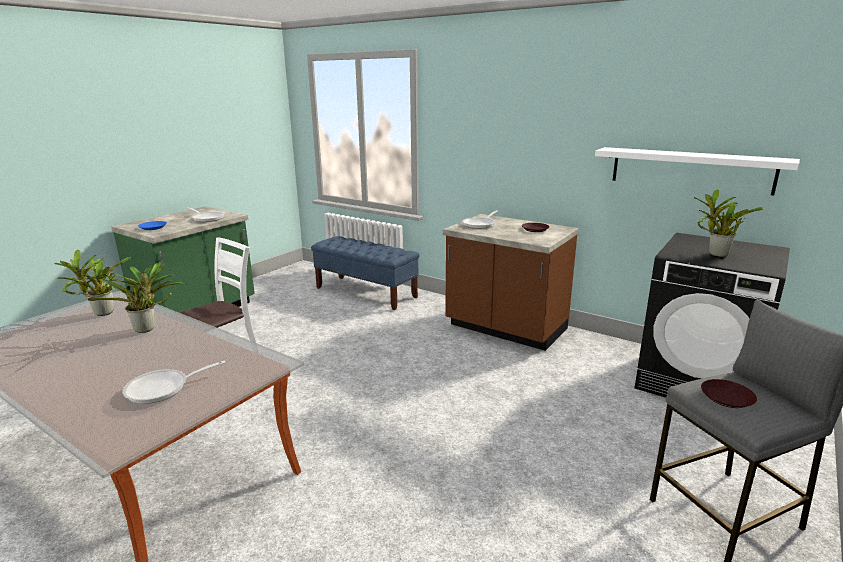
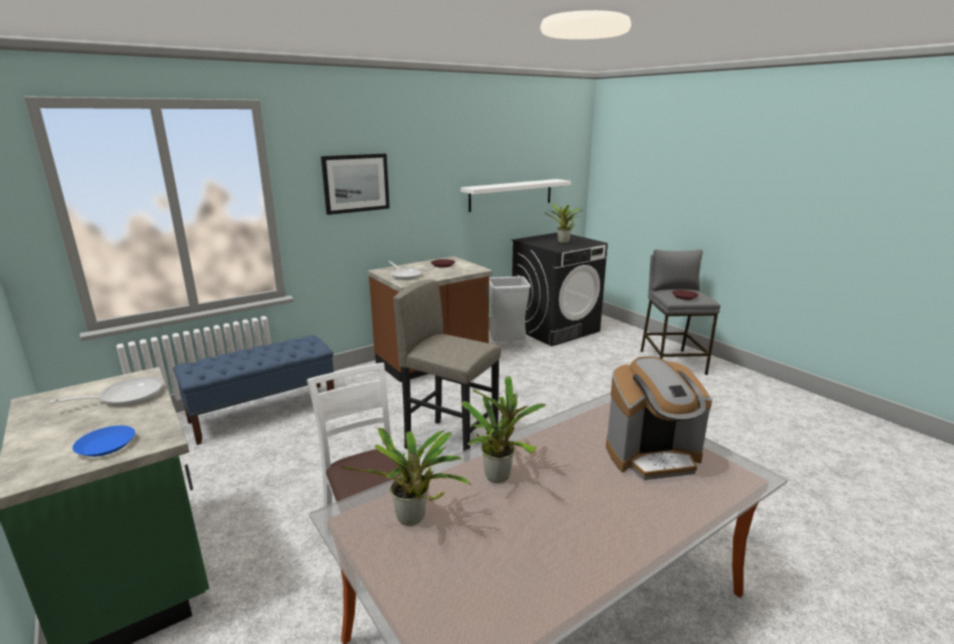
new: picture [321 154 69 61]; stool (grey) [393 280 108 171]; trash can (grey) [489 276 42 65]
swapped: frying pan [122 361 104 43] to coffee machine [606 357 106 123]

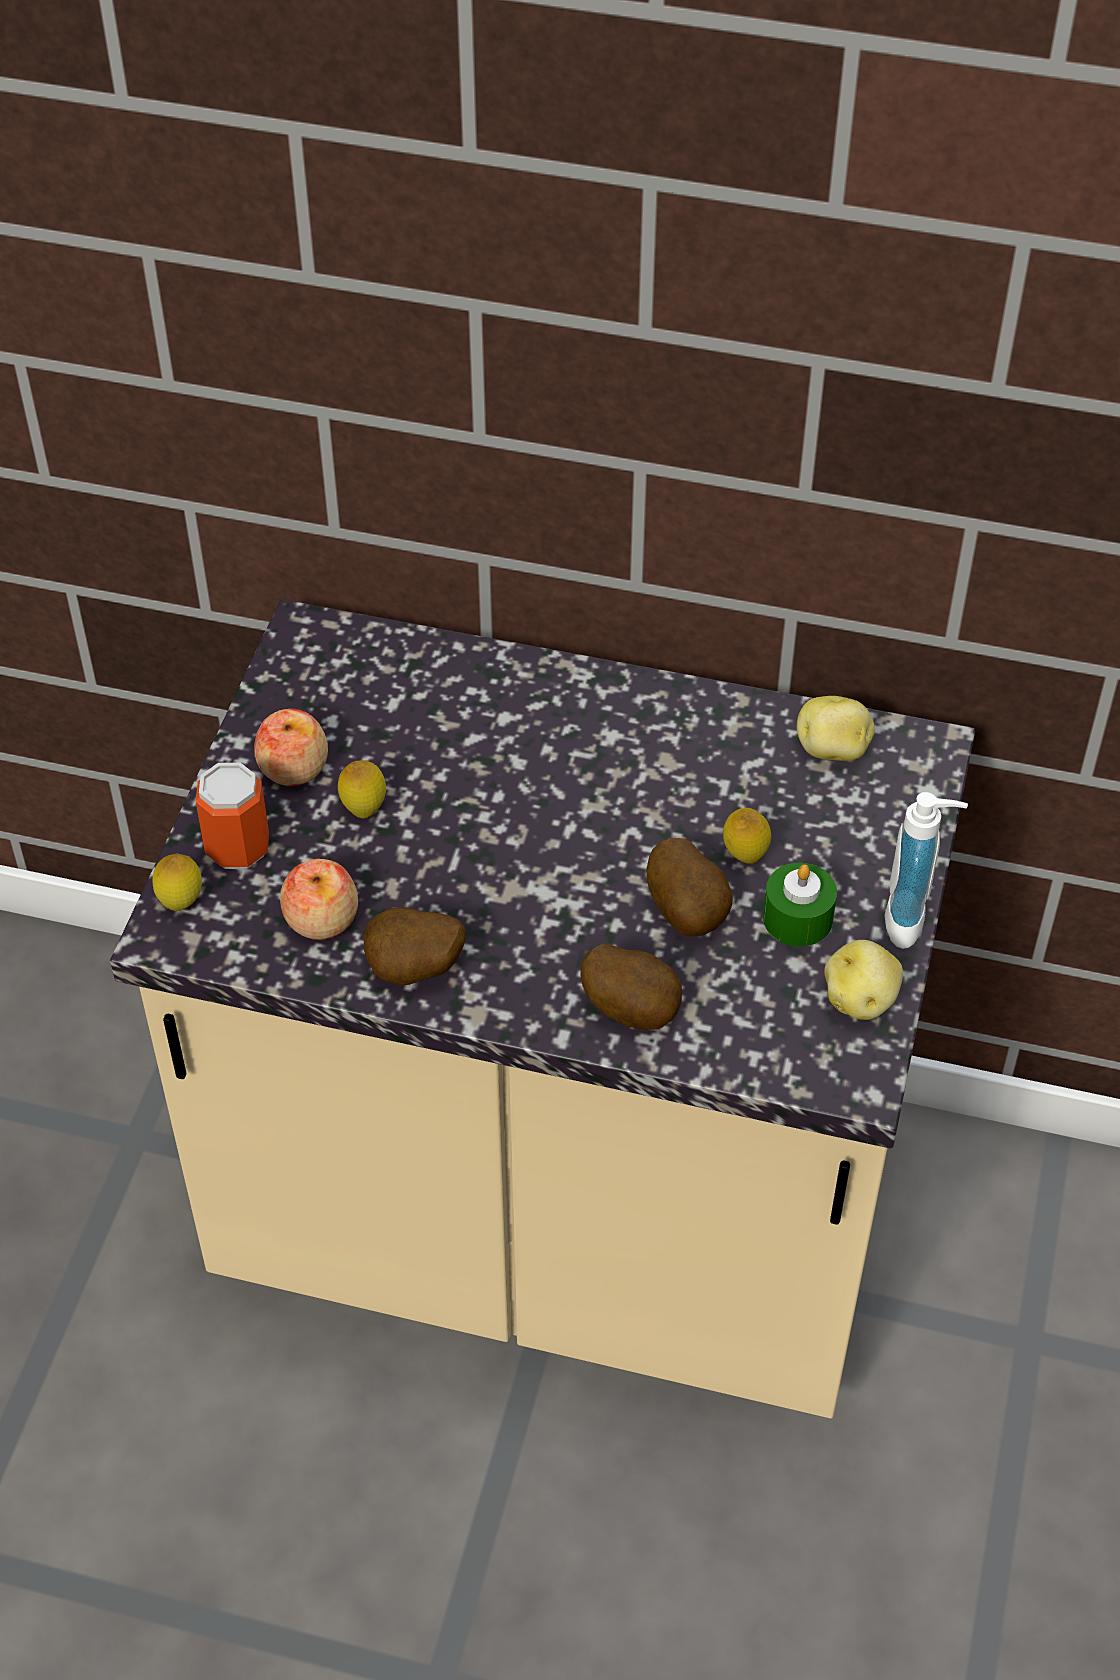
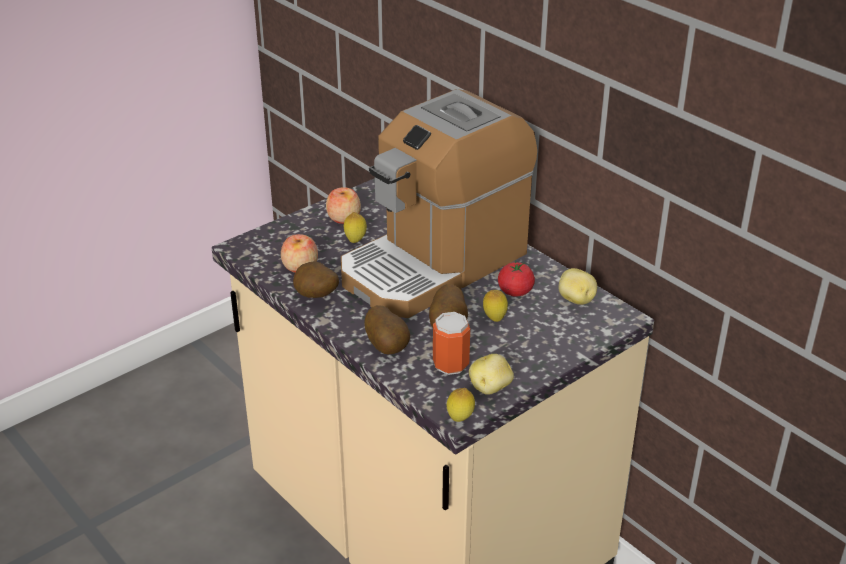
gone: candle (green) [763 863 74 84]; soap dispenser [885 792 83 157]
new: coffee machine [341 89 196 229]; tomato [498 261 37 36]
shifted: can [196 763 73 106] to [433 312 37 63]; lemon [152 854 50 57] to [446 388 29 34]

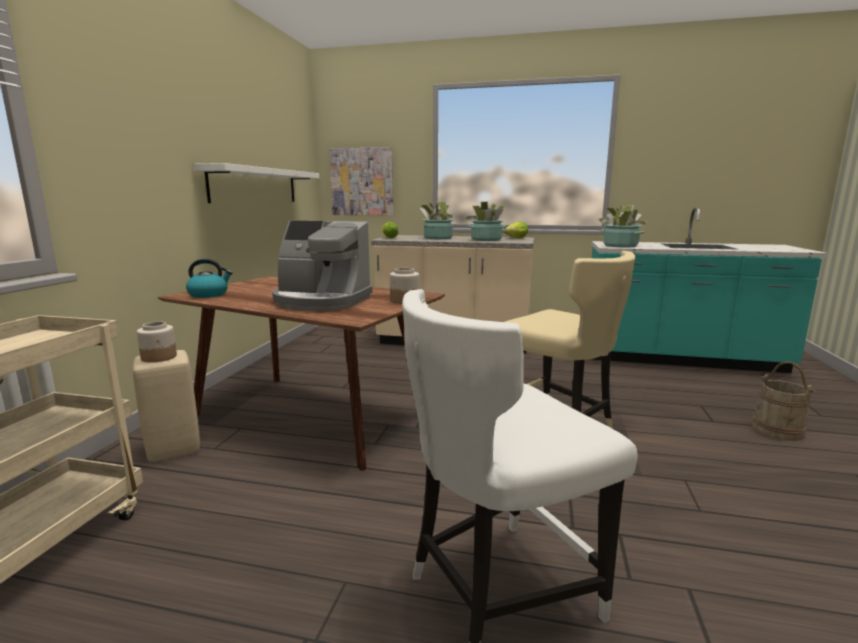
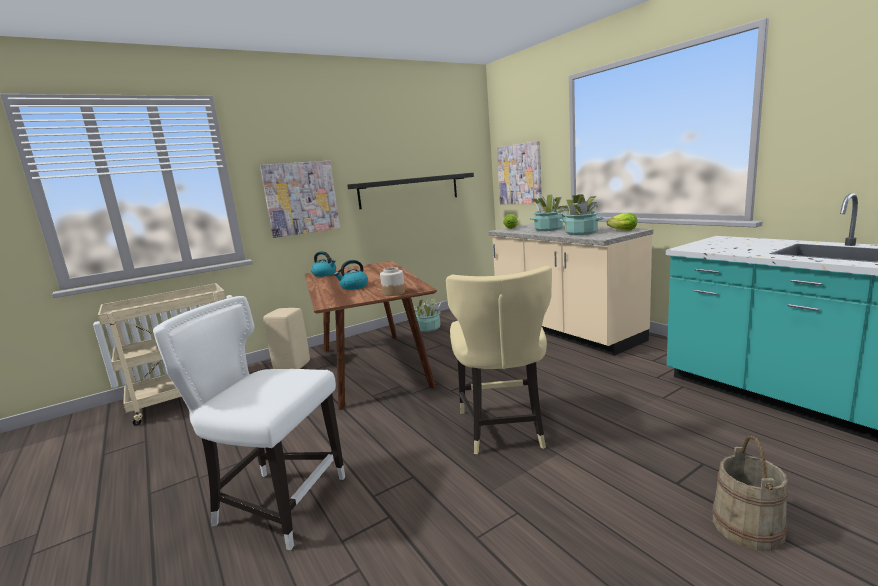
gone: jar [137 322 40 41]
new: picture [260 161 80 77]
shifted: potted plant [597 205 51 43] to [414 298 27 34]
swapped: coffee machine [272 221 100 90] to kettle [334 260 34 30]
repainted: shelf (white) [194 163 125 40] to shelf (black) [347 173 127 36]

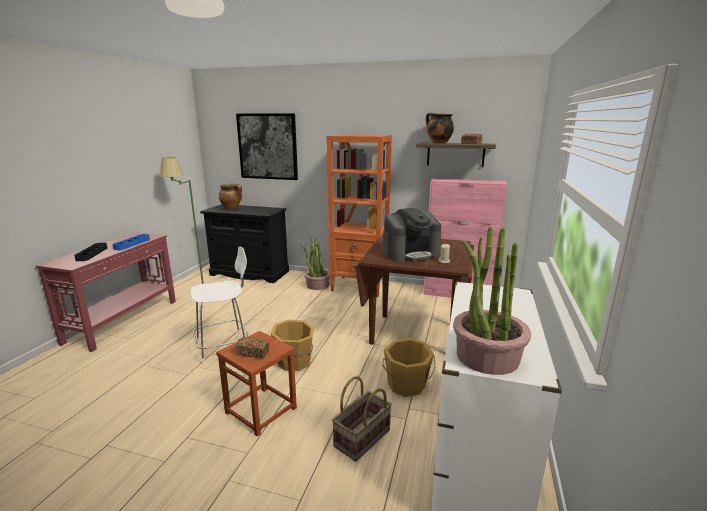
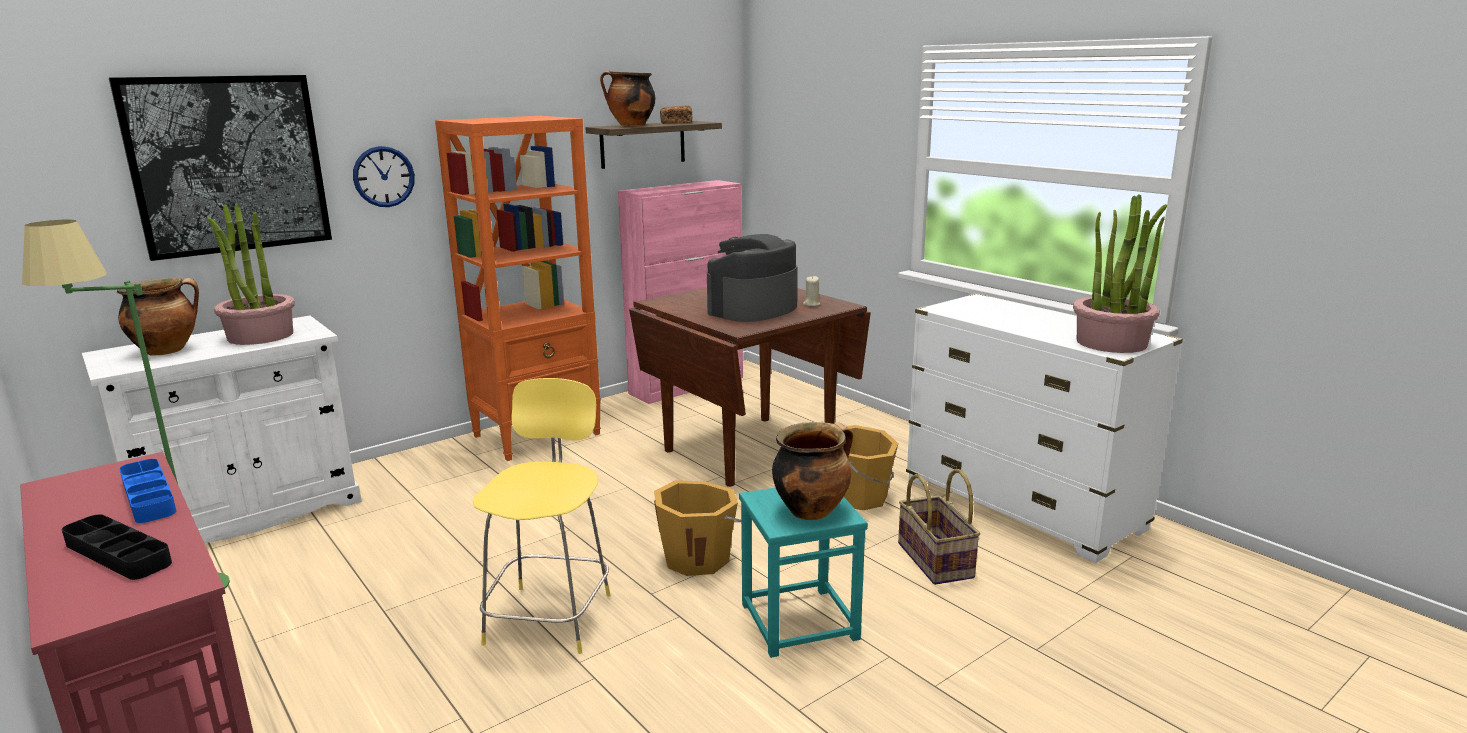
new: wall clock [353 146 62 61]
shifted: potted plant [300 238 30 52] to [207 203 88 142]
swapped: bread [235 337 34 21] to cooking pot [772 422 81 98]
repainted: cabinet (black) [200 204 89 79] to cabinet (white) [82 316 280 227]; stool (white) [190 246 58 119] to stool (yellow) [473 378 137 276]; stool (brown) [216 331 81 106] to stool (turquoise) [739 488 129 170]
rotated: coffee machine [383 208 58 54] = [707 234 90 88] 150 degrees counterclockwise

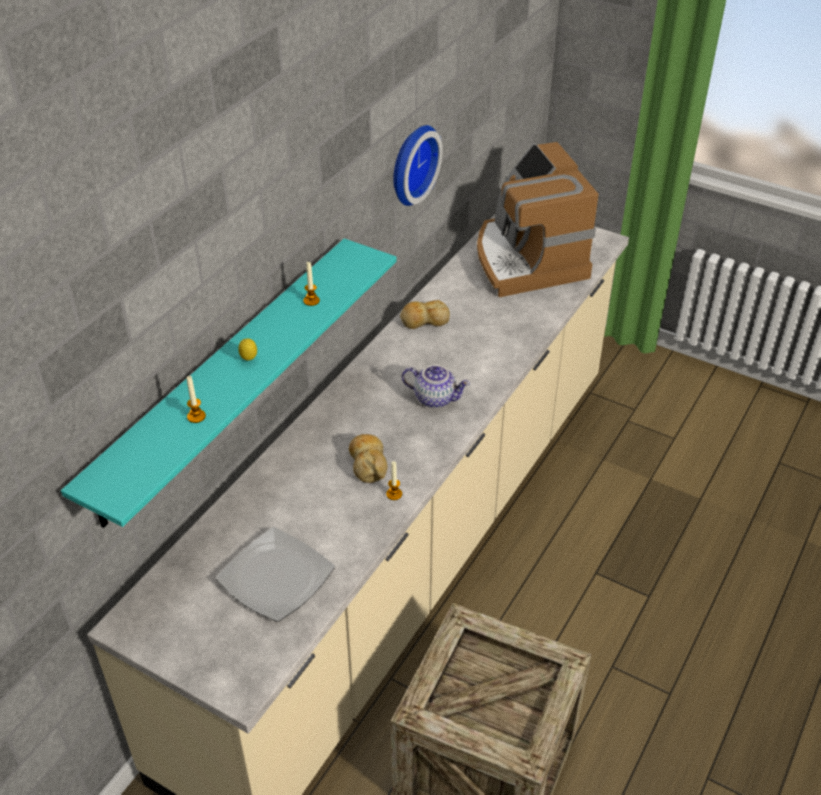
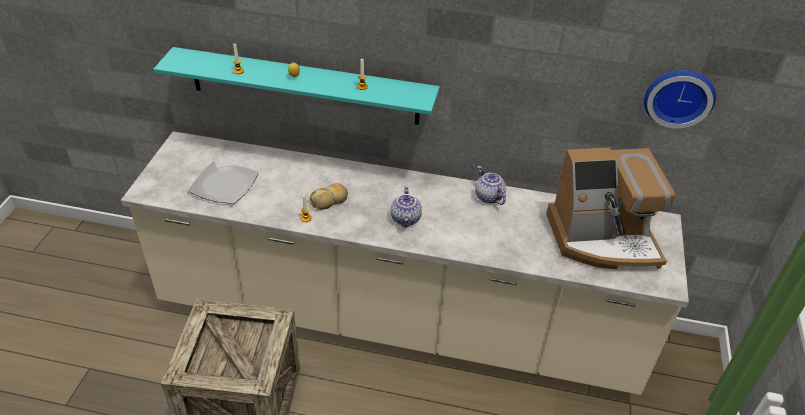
shifted: wall clock [393 125 50 81] to [644 70 72 59]
swapped: bread [400 300 50 29] to teapot [475 166 31 39]
rotated: coffee machine [477 142 122 155] = [546 148 129 121] 150 degrees counterclockwise

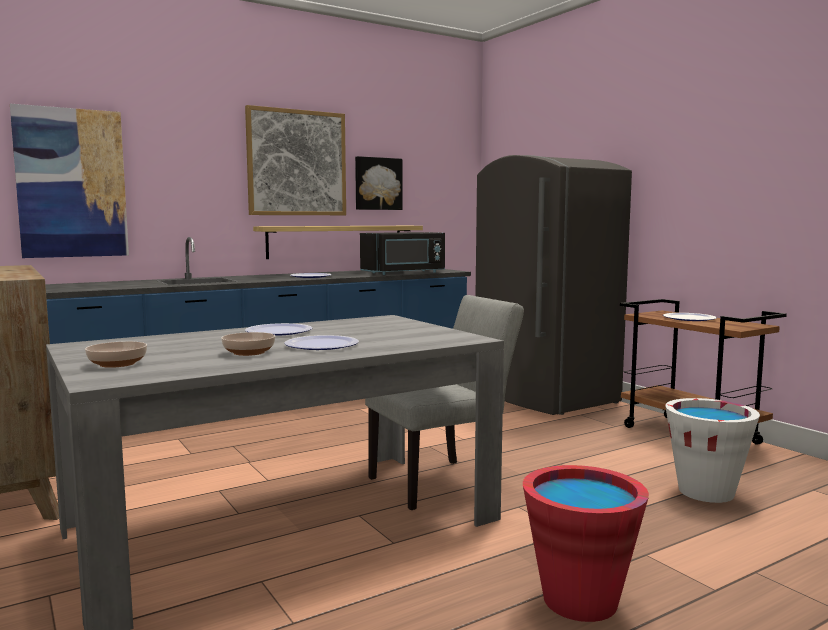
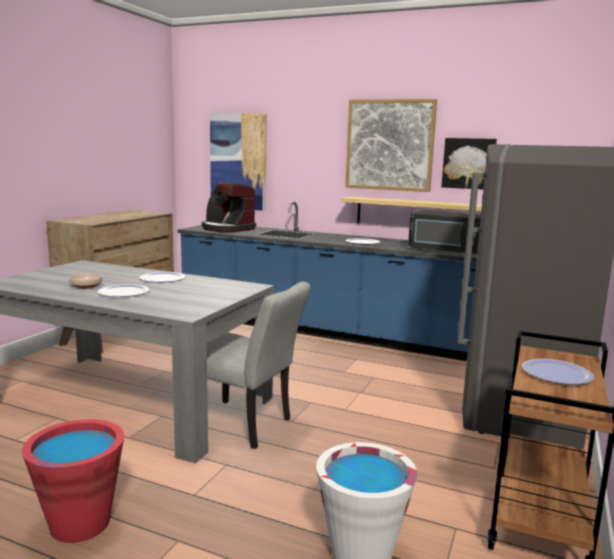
gone: bowl [85 341 62 27]
new: coffee machine [202 182 54 51]

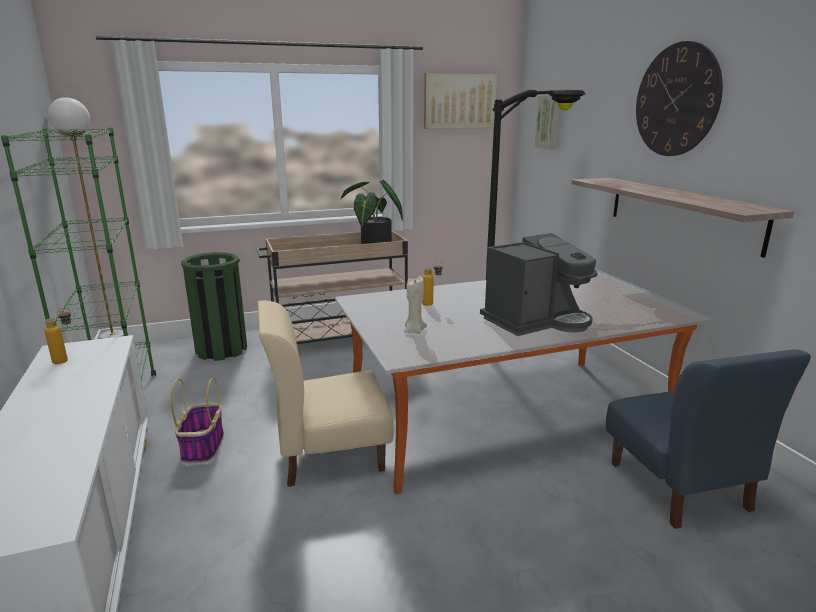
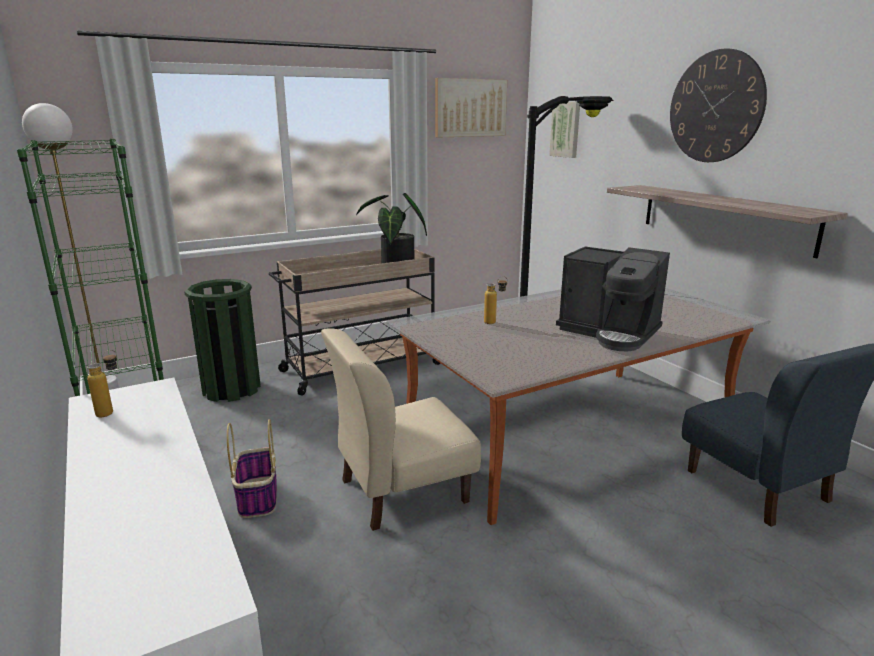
gone: candle (beige) [404 276 23 58]
rotated: coffee machine [480 233 117 103] = [556 247 114 104] 75 degrees clockwise

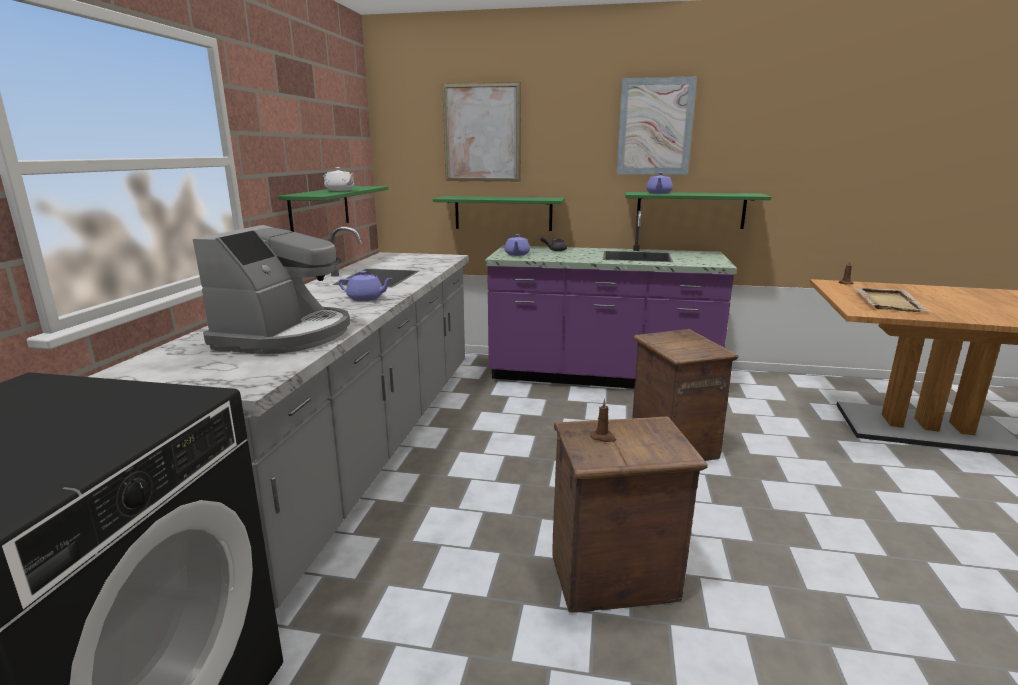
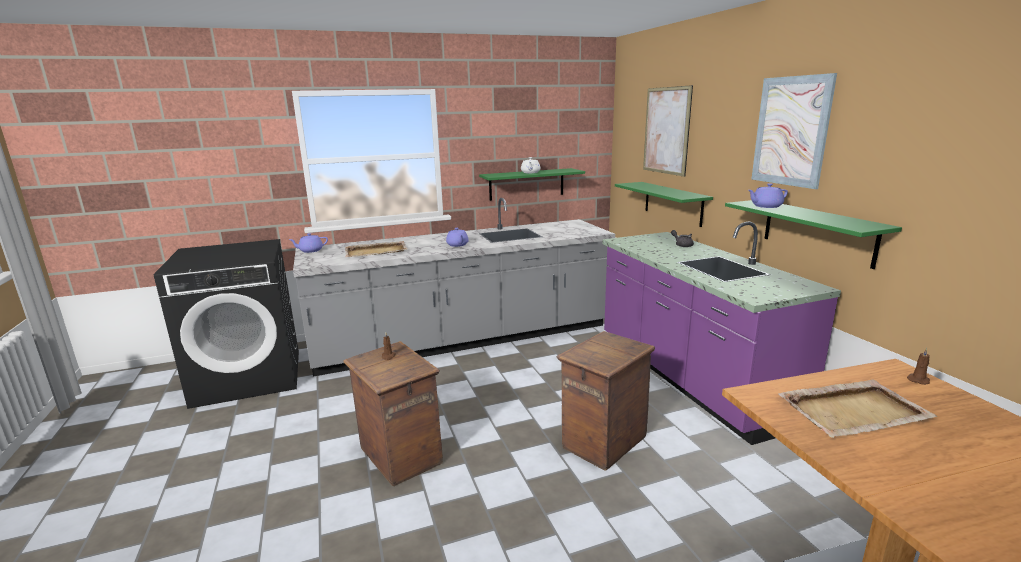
shifted: teapot (purple) [504 234 26 22] to [289 233 39 20]
swapped: coffee machine [193 225 157 129] to tray (beige) [345 241 63 16]

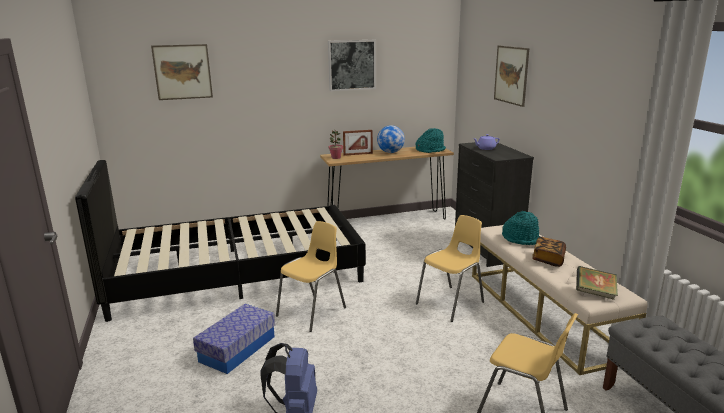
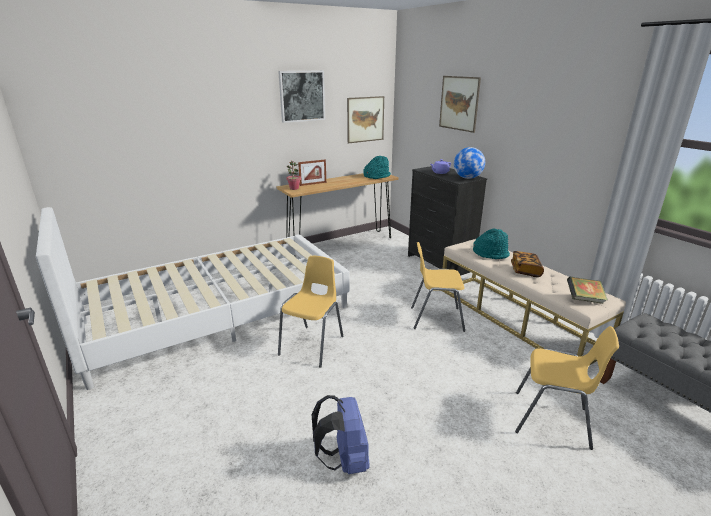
gone: storage box [193 304 82 70]
shifted: picture [151 44 62 56] to [347 96 37 48]; globe [377 125 28 28] to [454 147 31 32]
repainted: bed (black) [75 160 291 162] to bed (white) [36 207 314 183]
rotated: chair (yellow) [416 215 68 107] = [411 242 54 90] 120 degrees counterclockwise

